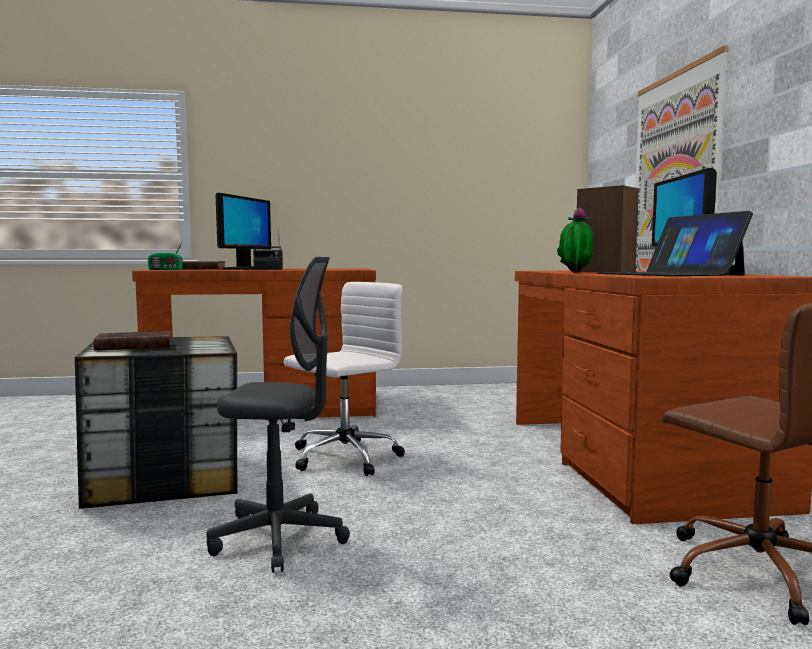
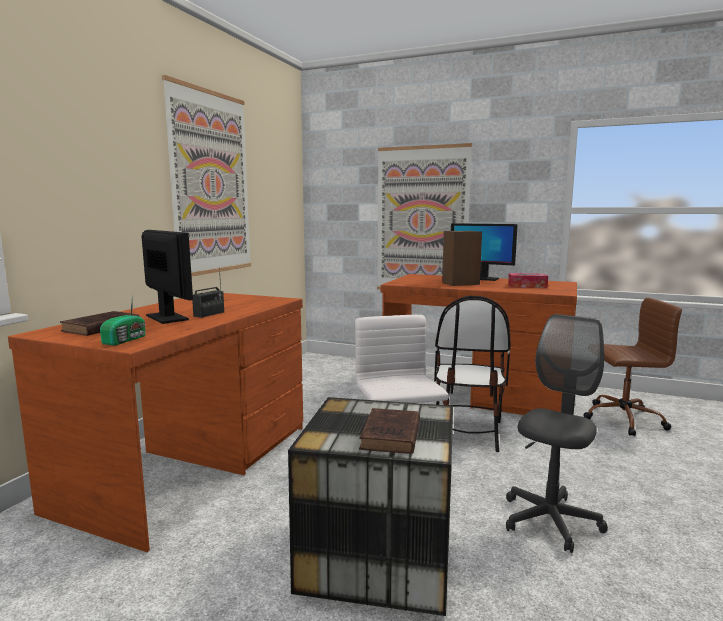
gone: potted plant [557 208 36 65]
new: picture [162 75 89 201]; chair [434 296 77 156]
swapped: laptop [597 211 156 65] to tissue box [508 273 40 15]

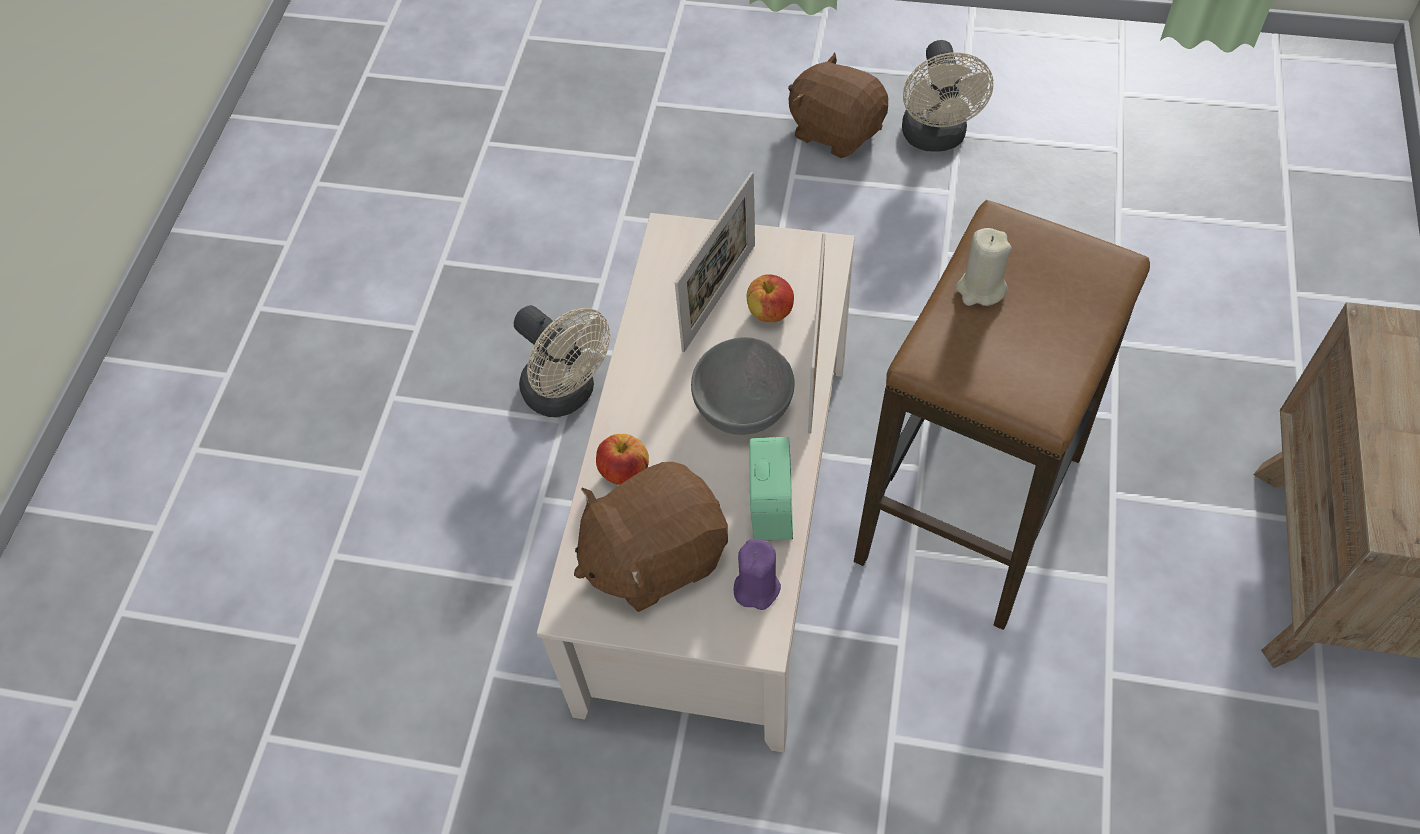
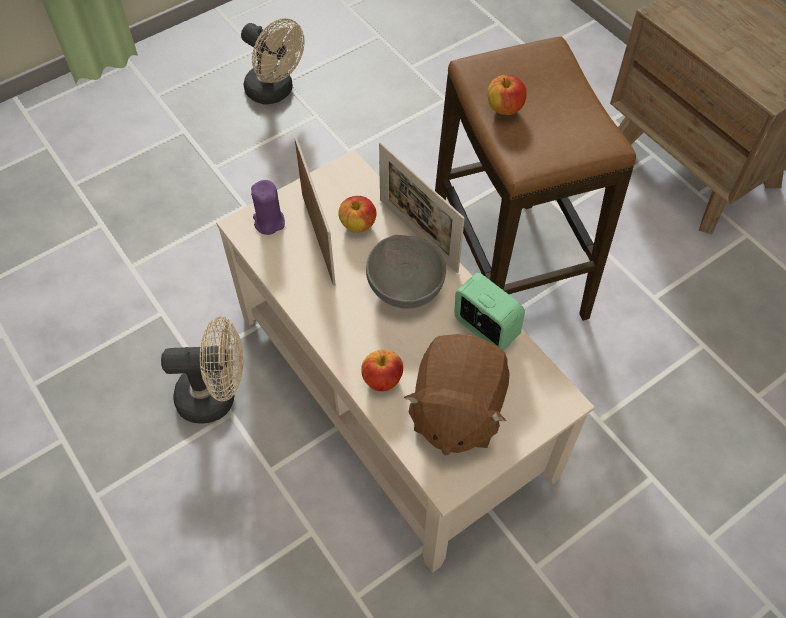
gone: plush toy (brown) [788 53 100 105]
shifted: candle (purple) [734 539 47 71] to [251 180 34 55]
swapped: candle (beige) [956 228 56 78] to apple [487 75 40 40]

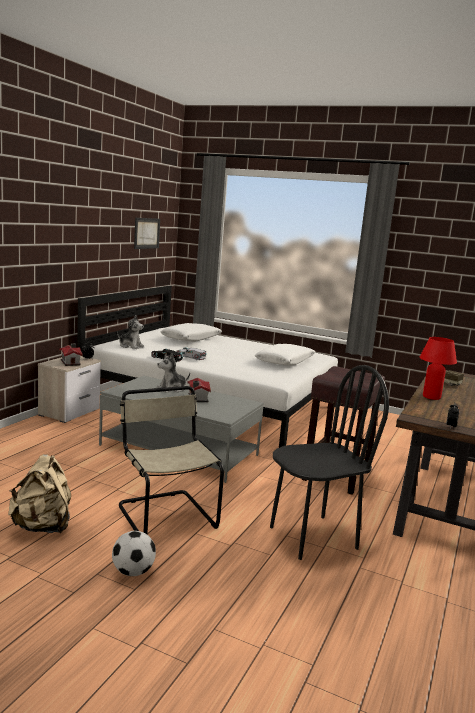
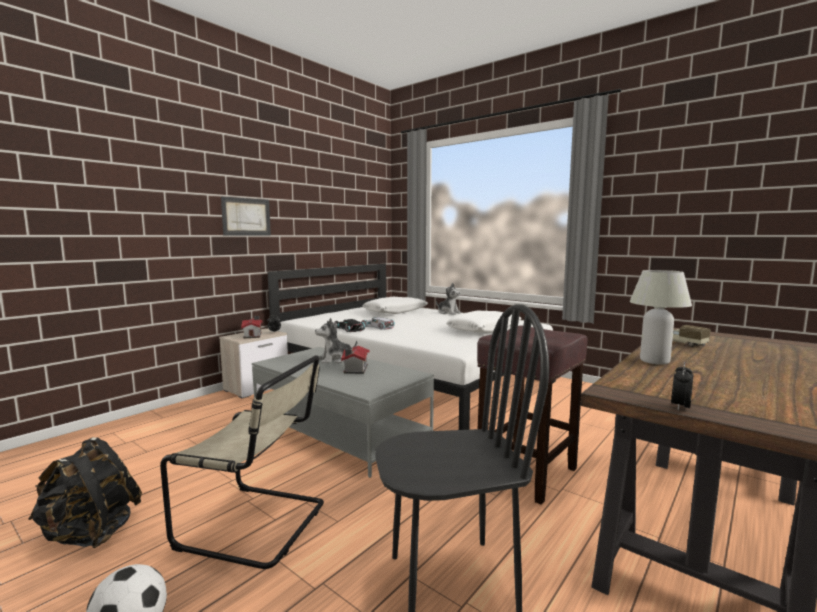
shifted: picture [134 218 26 31] to [221 197 50 39]; plush toy [117 315 27 34] to [436 283 25 32]
repainted: backpack (beige) [8 454 63 79] to backpack (black) [28 437 114 112]; table lamp (red) [420 337 37 63] to table lamp (white) [629 270 63 95]
rotated: chair (beige) [119 386 105 148] = [160 355 164 214] 120 degrees clockwise

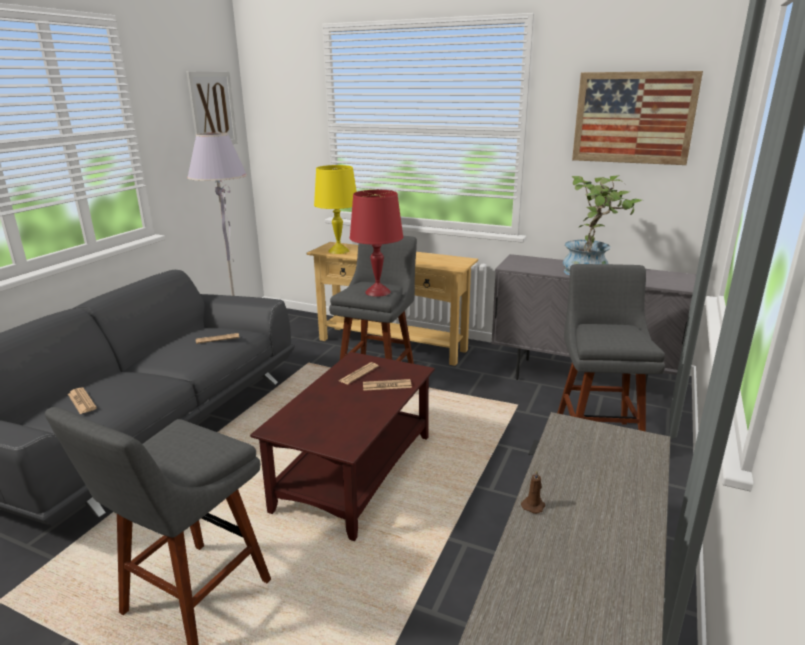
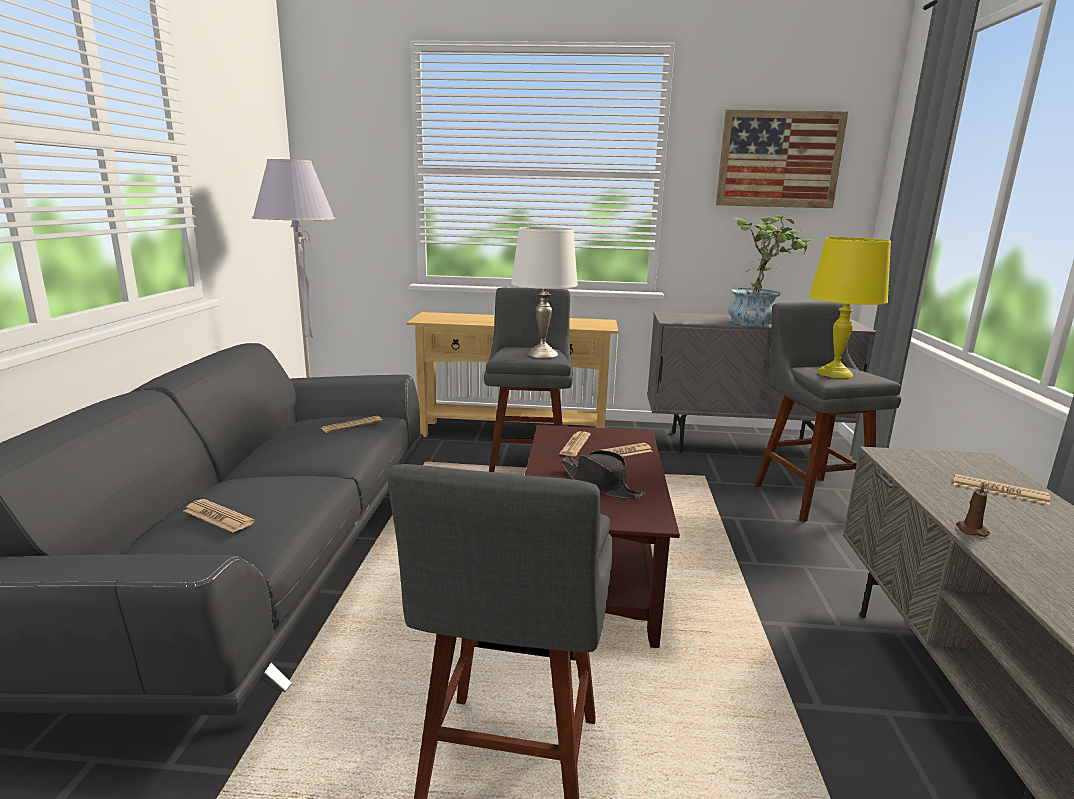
gone: picture [186 71 52 73]
new: hat (black) [560 450 85 49]; newspaper [954 474 96 31]
shifted: table lamp (yellow) [314 165 43 89] to [809 237 82 141]
repainted: table lamp (red) [350 190 53 107] to table lamp (white) [511 227 67 131]

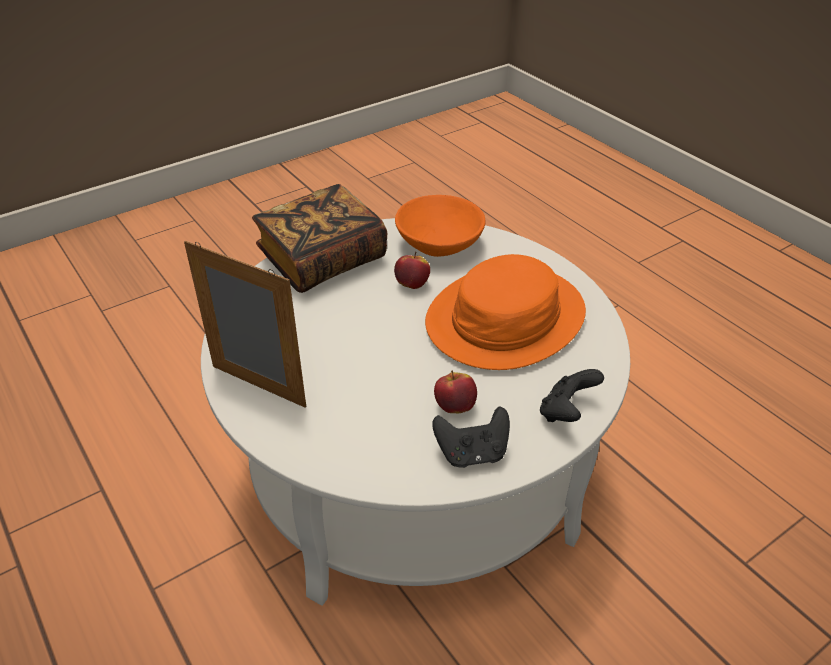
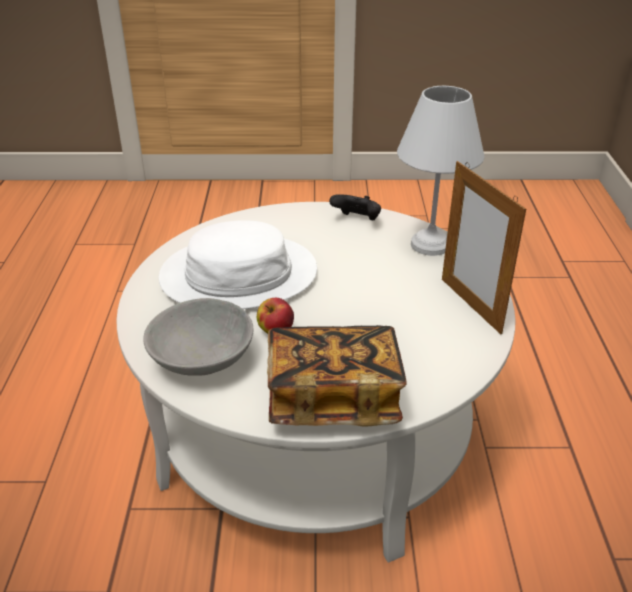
gone: apple [434 370 43 44]; game controller (black) [540 369 64 53]
new: table lamp (white) [397 86 87 170]
repainted: bowl (orange) [395 195 90 62] to bowl (grey) [143 298 111 78]; hat (orange) [425 254 161 116] to hat (white) [159 220 158 89]

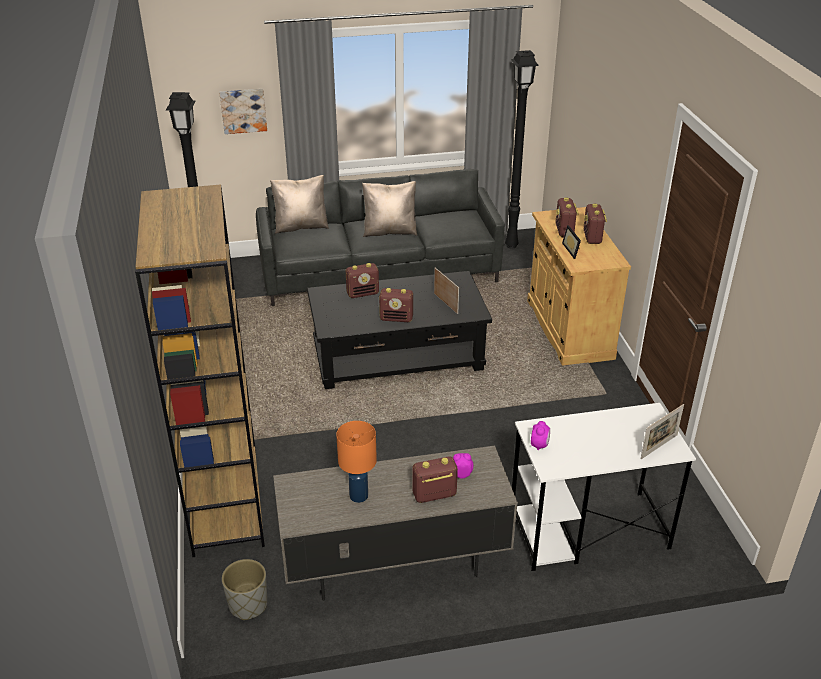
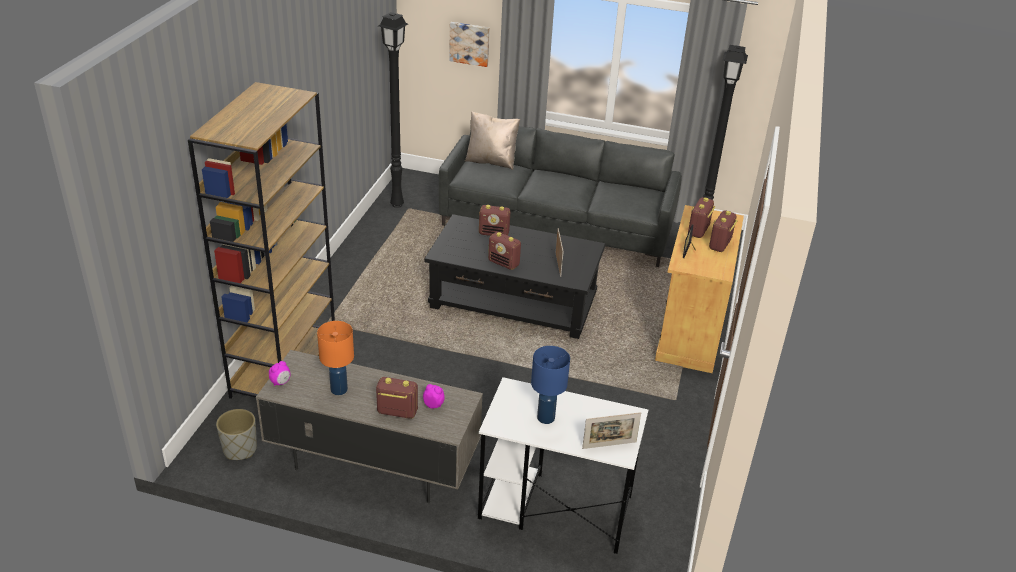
gone: pillow (beige) [362 181 55 56]
new: table lamp (blue) [531 346 39 78]
shifted: alarm clock [531 421 19 29] to [269 361 21 25]

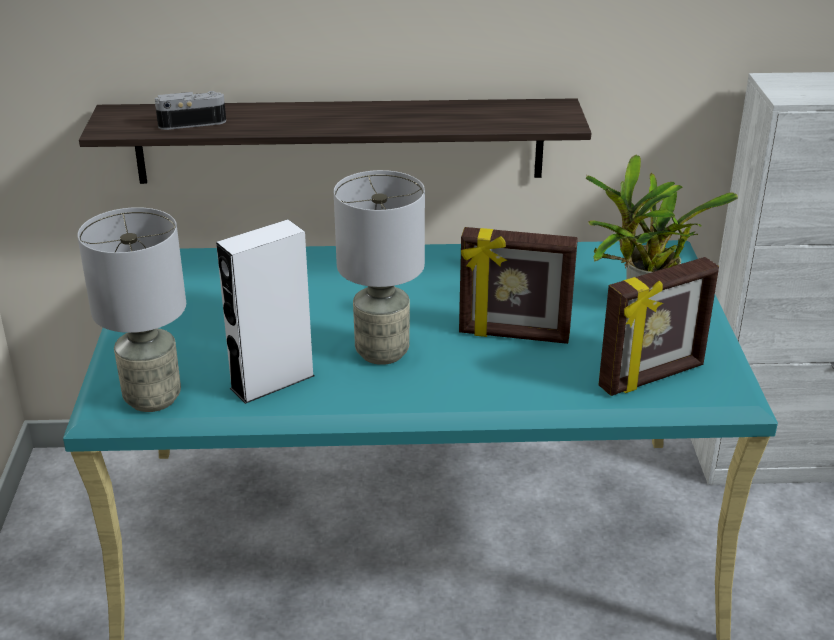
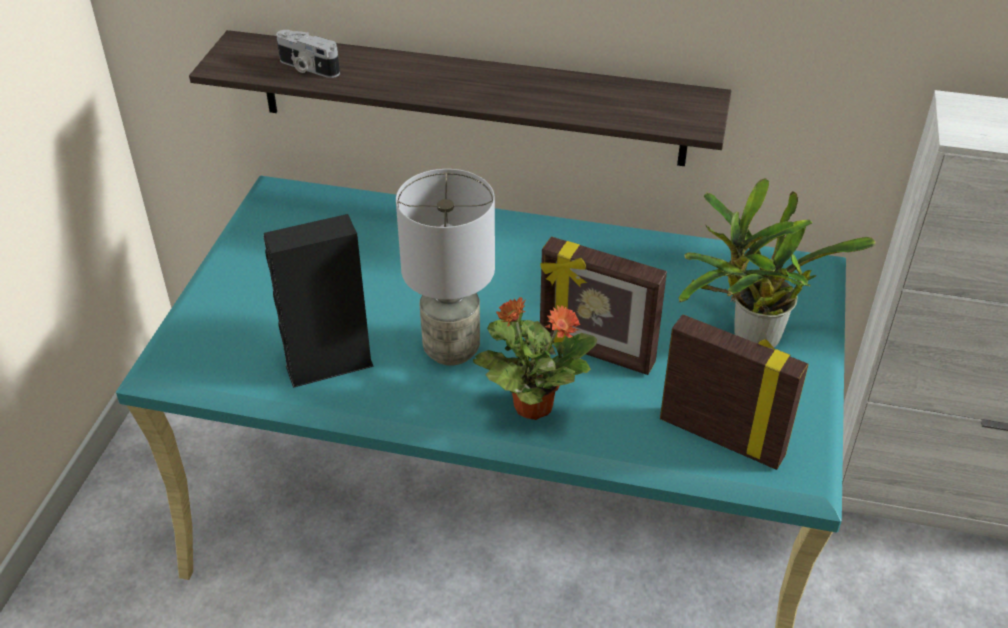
gone: table lamp (grey) [77 207 109 205]
new: potted plant [473 297 124 123]
repainted: speaker (white) [216 219 99 185] to speaker (black) [264 214 110 174]
rotated: photo camera [155 91 71 39] = [276 30 64 48] 150 degrees counterclockwise; picture frame [598 257 121 139] = [660 314 149 156] 135 degrees counterclockwise

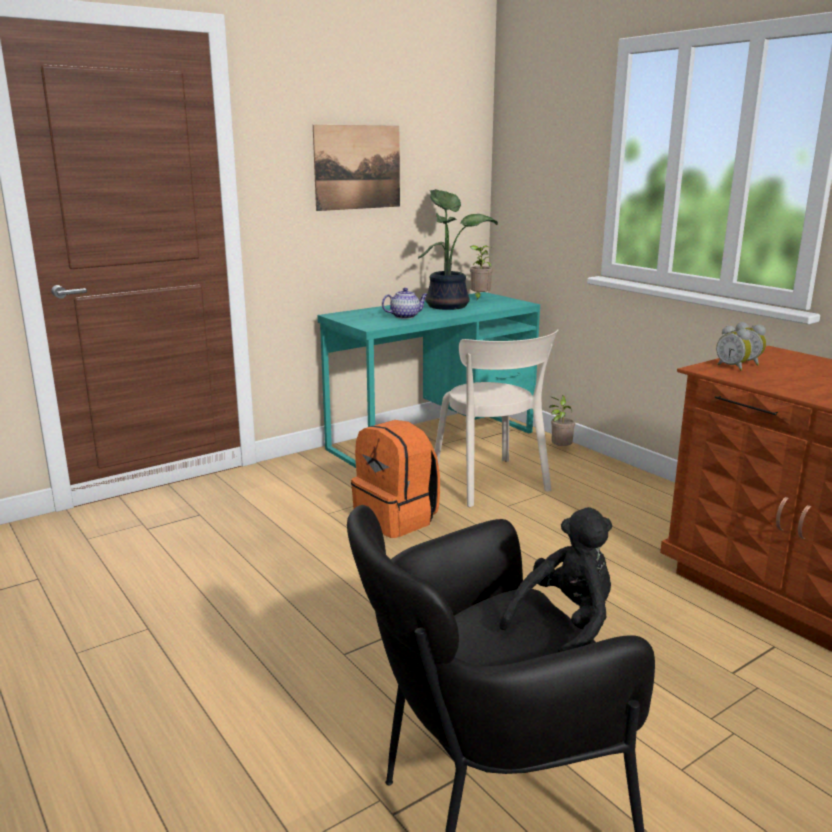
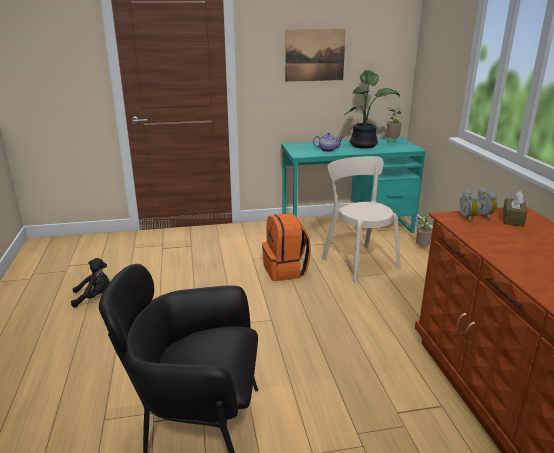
new: tissue box (brown) [503 191 24 36]
shifted: plush toy (black) [499 507 113 145] to [71 258 39 50]
rotated: chair (beige) [435 329 124 178] = [322 156 79 126] 150 degrees clockwise

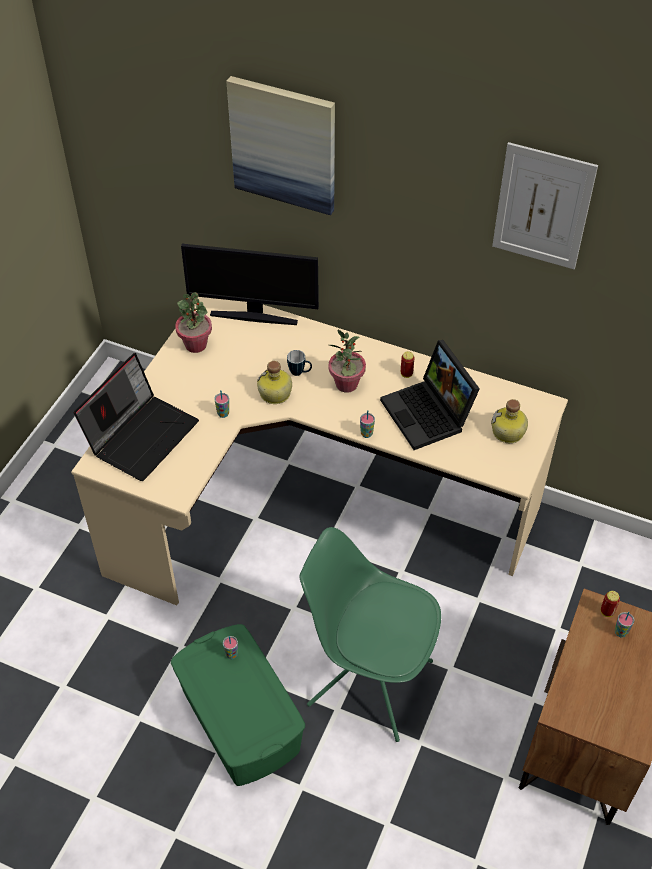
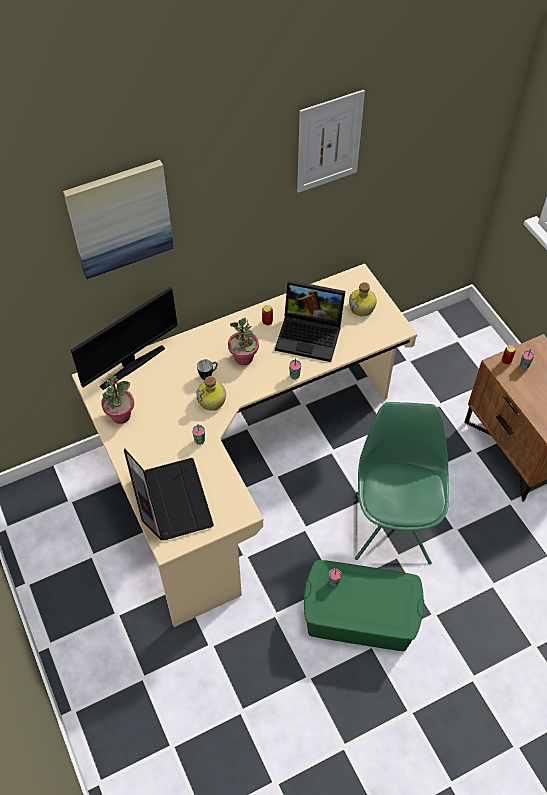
rotated: chair (green) [300 527 141 215] = [355 402 94 162] 120 degrees clockwise

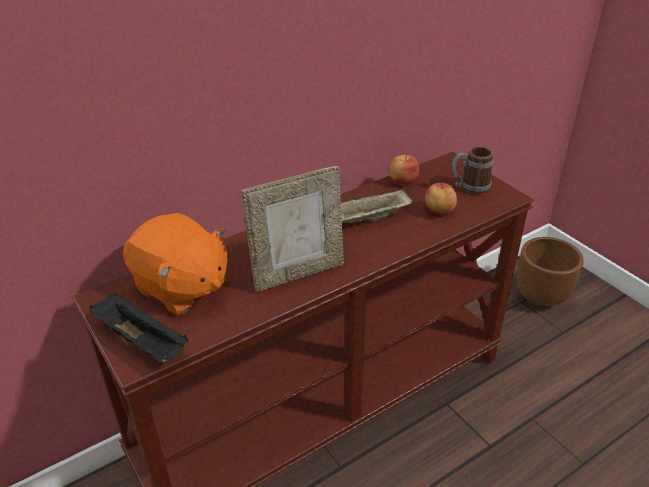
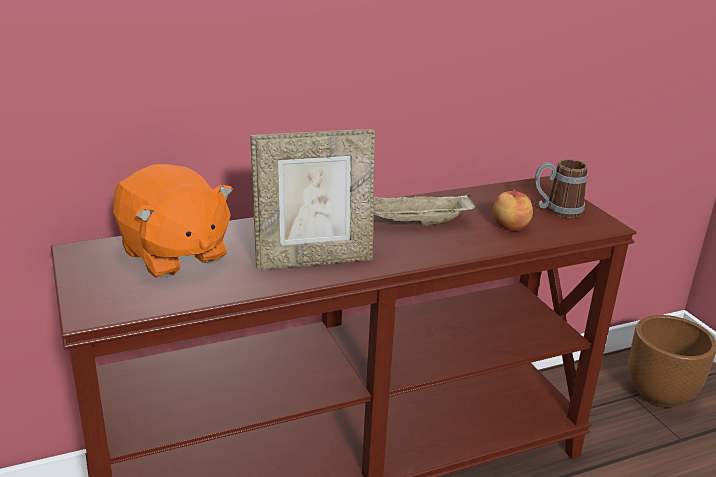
gone: tray (black) [89 294 100 70]; apple [389 155 30 30]

